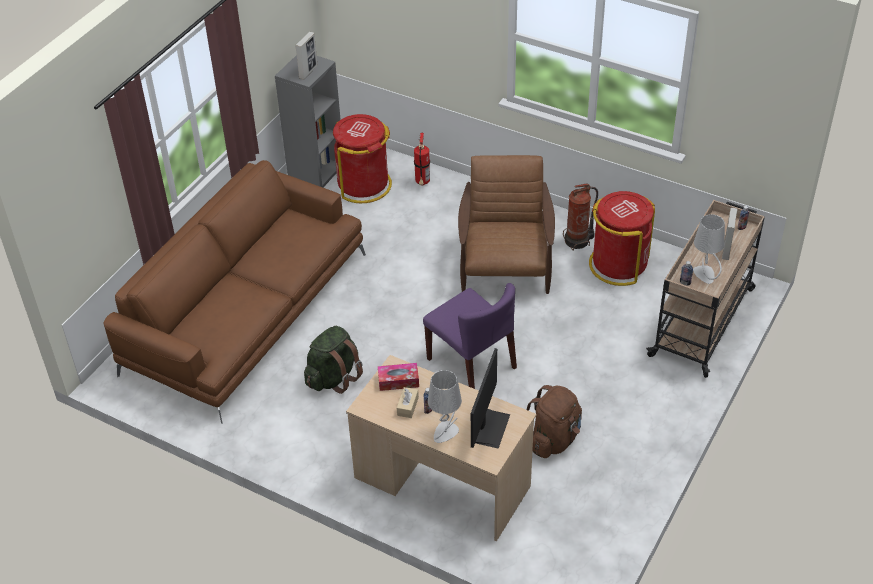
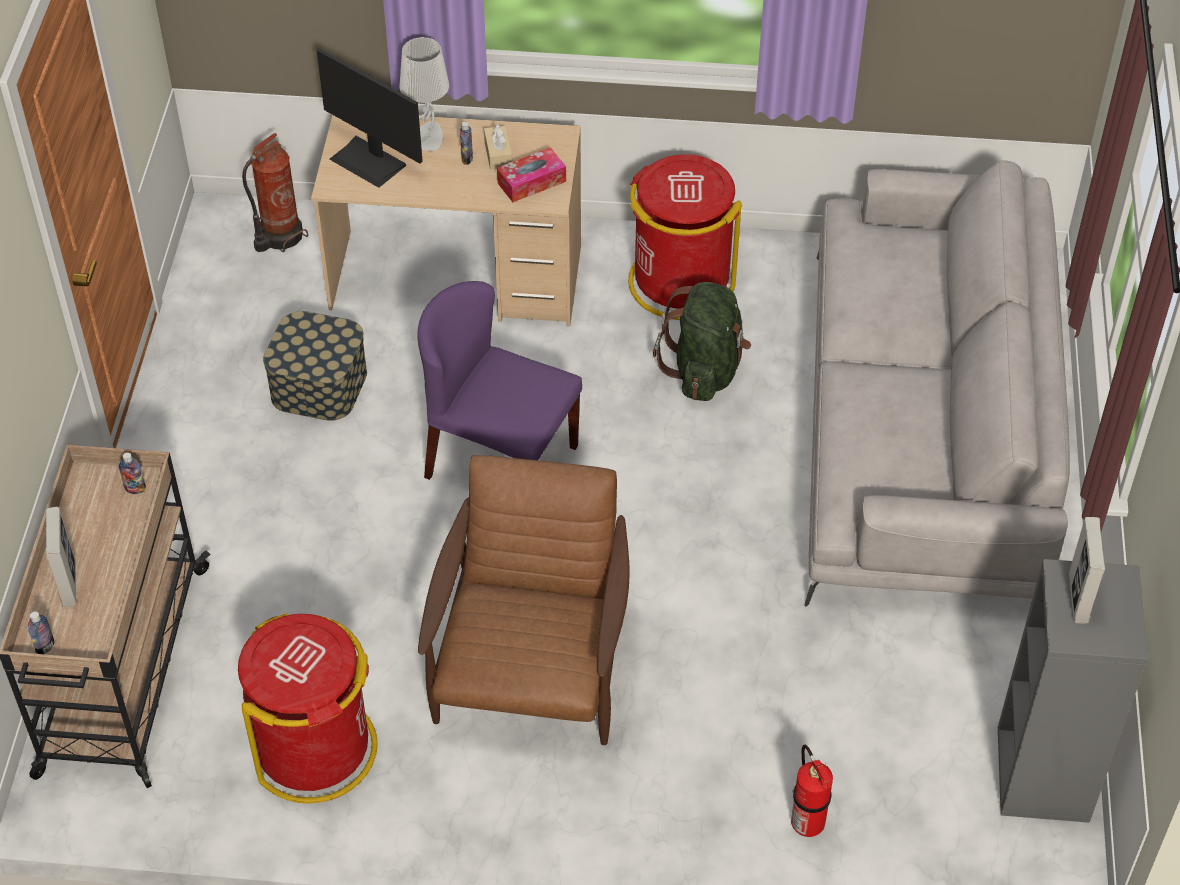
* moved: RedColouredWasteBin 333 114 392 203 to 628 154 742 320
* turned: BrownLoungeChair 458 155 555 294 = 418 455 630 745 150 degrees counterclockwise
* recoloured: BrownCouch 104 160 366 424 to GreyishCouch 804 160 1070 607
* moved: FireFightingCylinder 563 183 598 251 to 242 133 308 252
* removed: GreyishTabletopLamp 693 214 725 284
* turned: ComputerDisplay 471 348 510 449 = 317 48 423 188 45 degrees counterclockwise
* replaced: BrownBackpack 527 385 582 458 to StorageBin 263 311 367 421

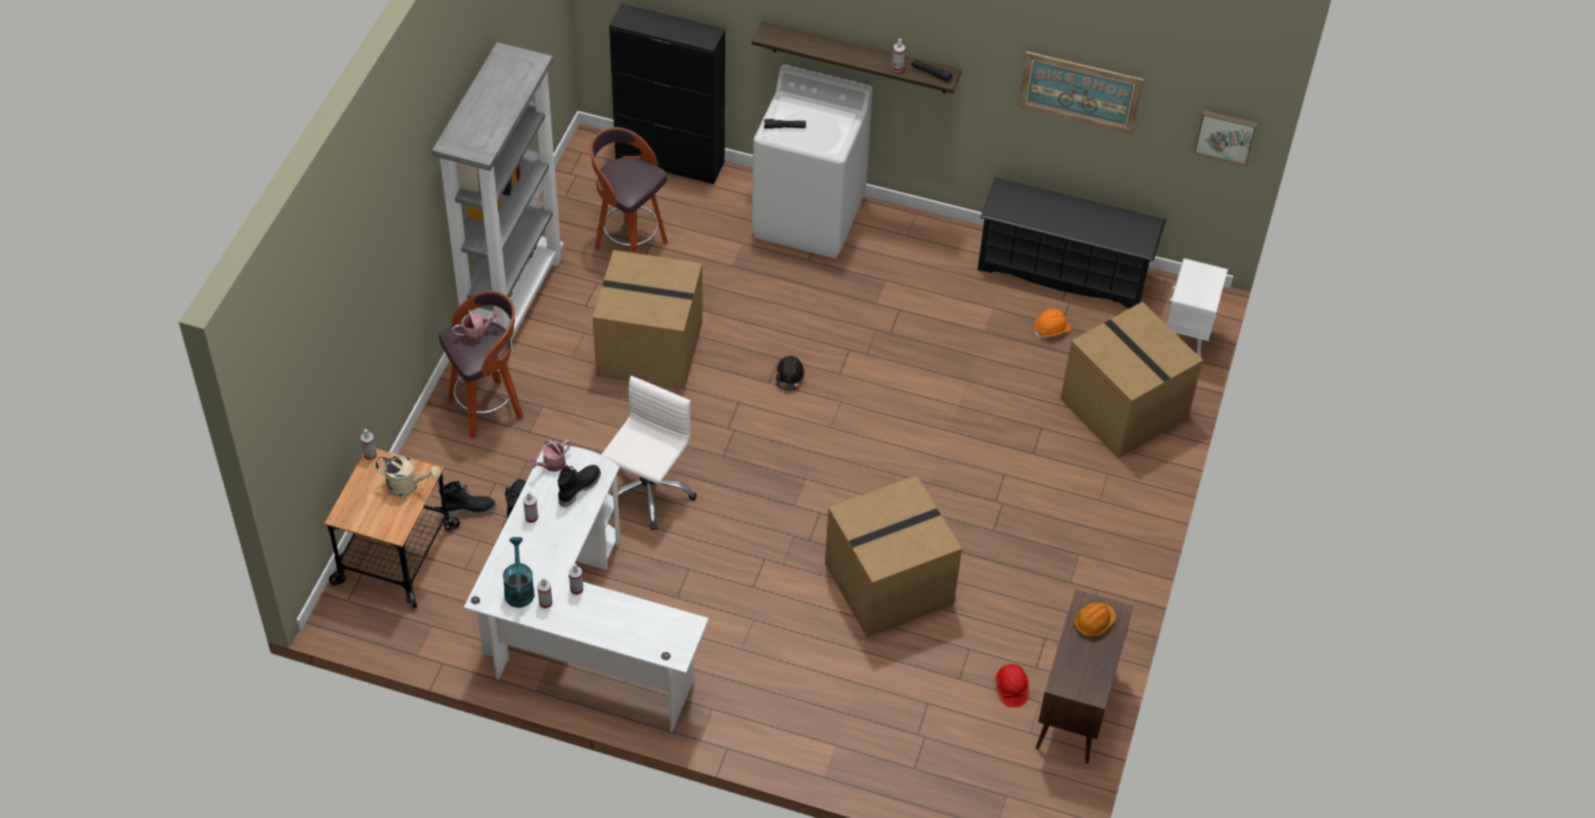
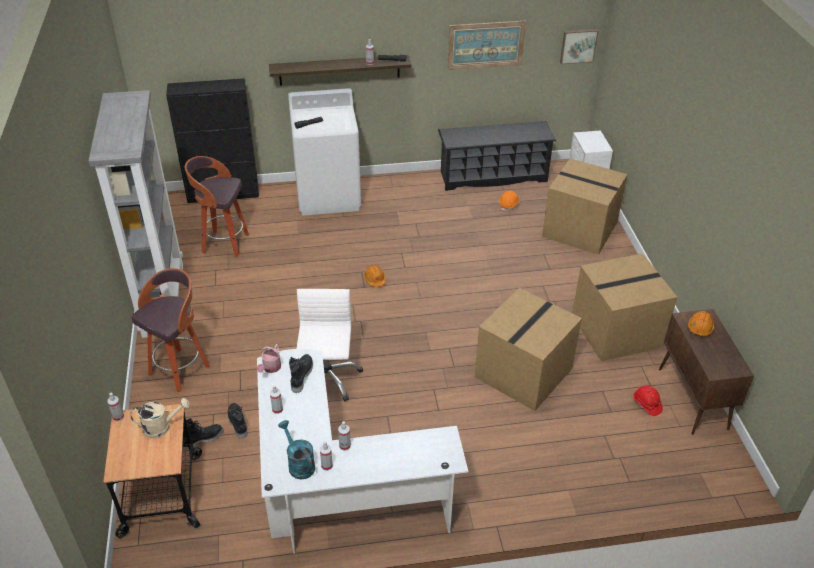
* moved: CardboardBox 593 250 703 390 to 572 253 677 362
* removed: WateringCan 452 310 501 342
* recoloured: BlackSafetyHelmet 775 356 805 391 to OrangeySafetyHelmet 364 265 386 287

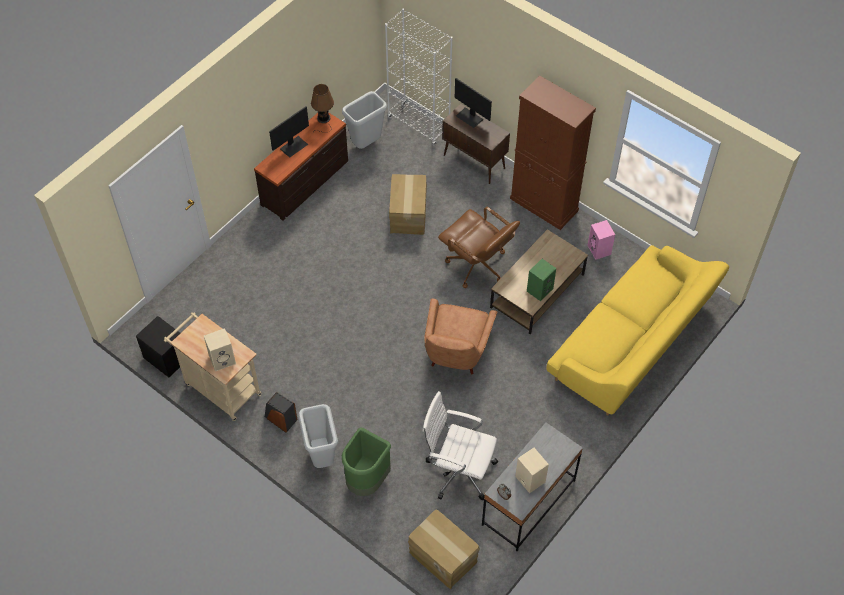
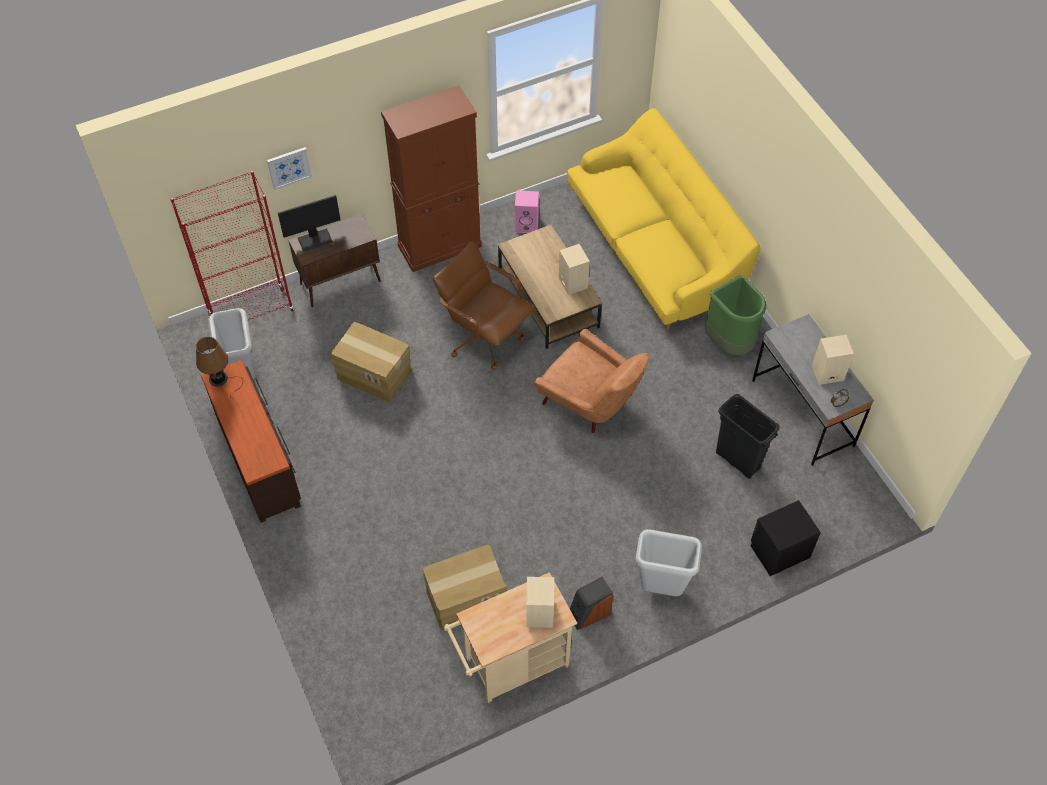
* recoloured: WhiteBookshelf 385 8 453 146 to RedColouredBookshelf 170 171 294 320
* removed: ComputerDisplay 269 106 309 158
* turned: BrownComputerChair 438 207 520 288 = 433 241 534 370 120 degrees counterclockwise
* recoloured: GreenColouredAudioSpeaker 527 259 556 301 to BeigeAudioSpeaker 559 244 590 295
* moved: BlackNightTable 136 316 180 377 to 751 500 821 576
* replaced: WhiteComputerChair 422 391 498 500 to BlackWasteBin 716 394 779 478
* moved: GreenColouredWasteBin 342 428 391 496 to 705 275 766 355
* moved: CardboardBox 408 509 480 589 to 423 545 508 631
* added: Picture 267 147 312 190

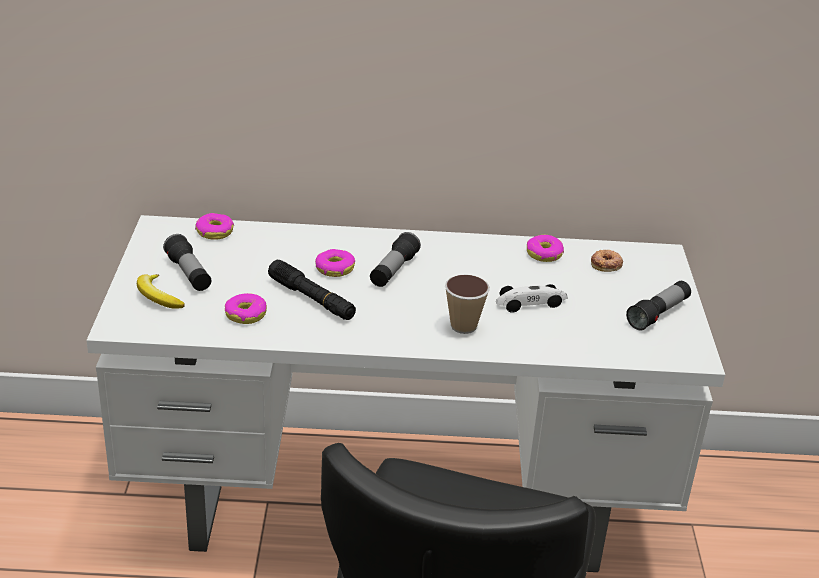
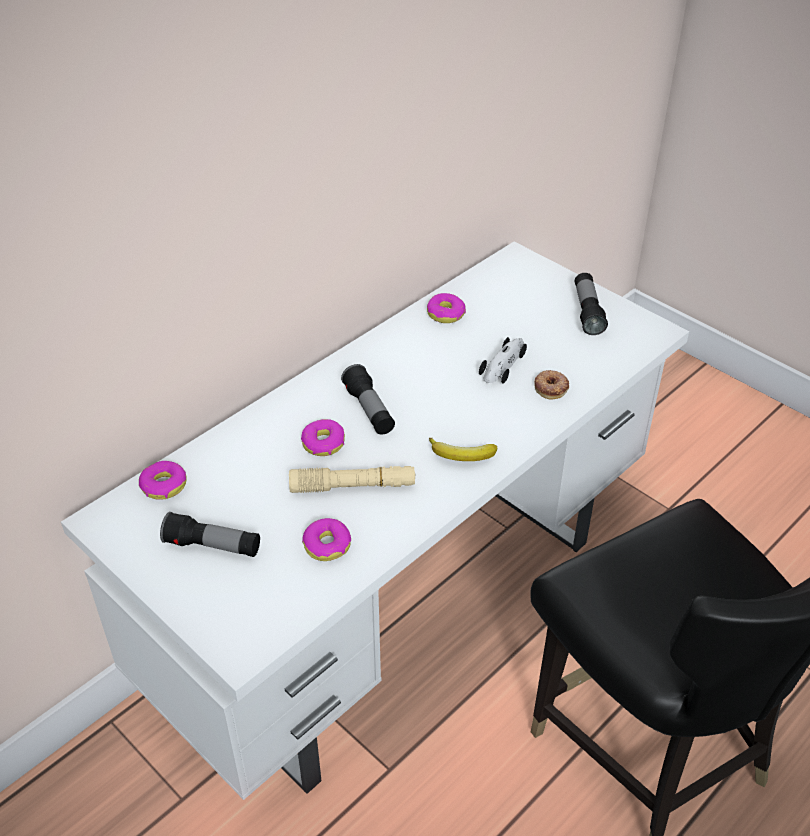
* moved: Donut 591 250 623 272 to 534 370 569 399
* recoloured: BlackTorch 268 260 356 320 to BeigeTorch 289 466 415 493
* moved: BananaFruit 137 274 185 309 to 429 438 497 461
* removed: SmallCup 445 274 490 334

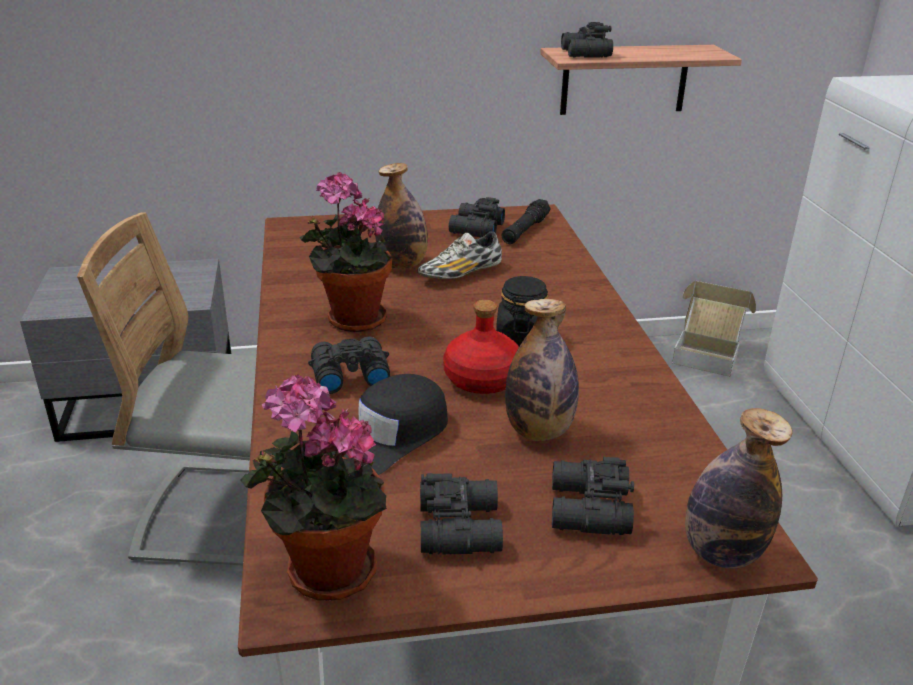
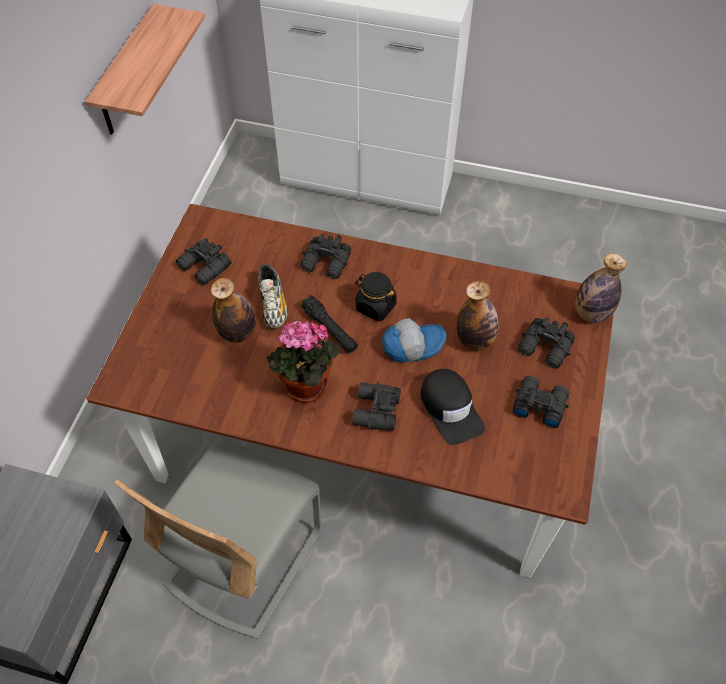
* moved: BlackPairOfBinoculars 561 22 613 58 to 300 234 351 279
* moved: BlackTorch 502 199 551 244 to 301 295 358 354
* removed: CardboardBox 672 281 756 377
* replaced: RedColouredBeverageBottle 443 300 519 394 to BaseballCap 382 318 447 362
* removed: Houseplant 240 374 387 601

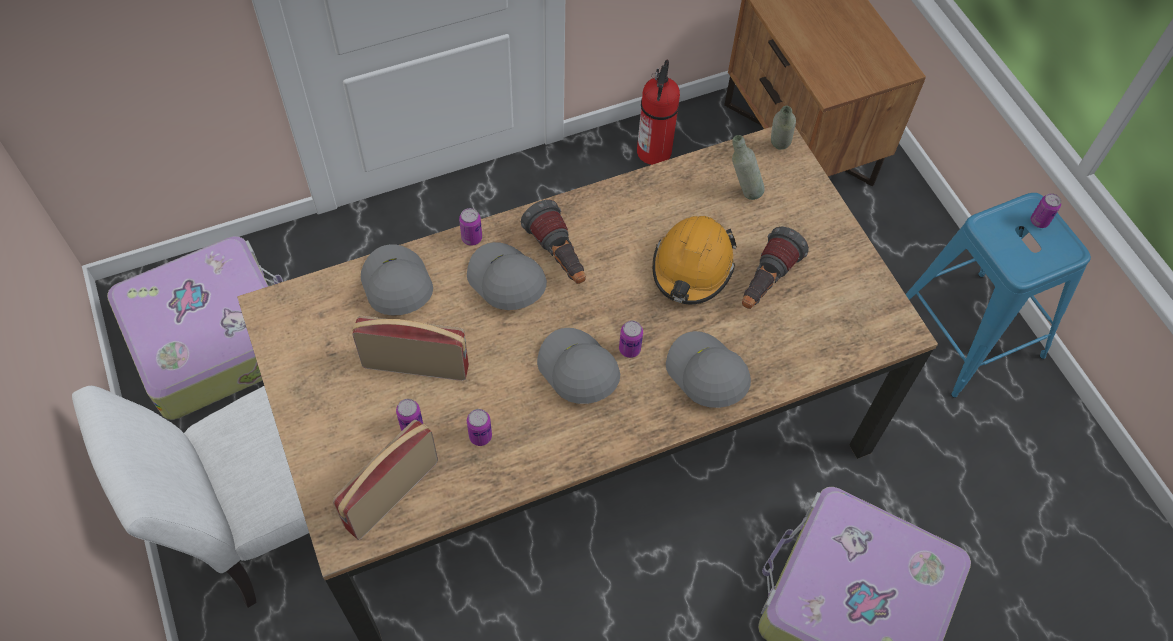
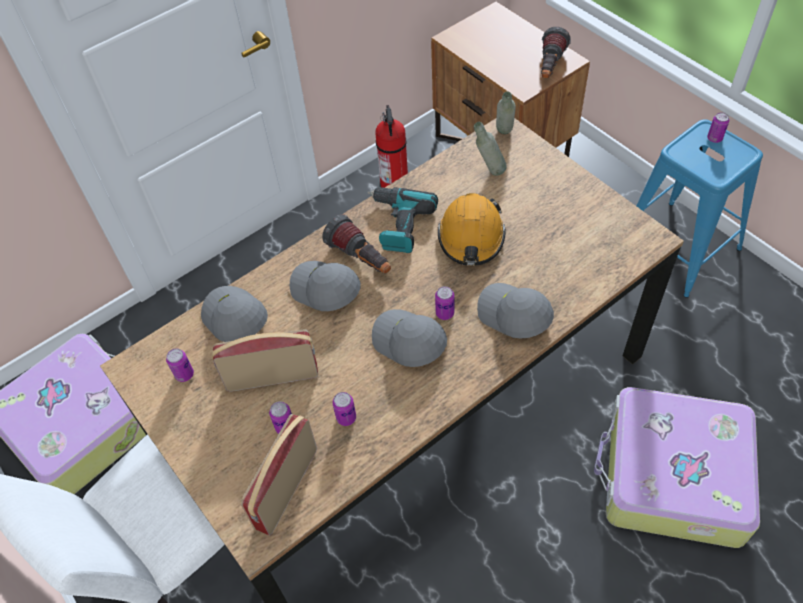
* moved: Can 459 208 482 246 to 166 348 194 382
* moved: Torch 742 226 809 309 to 541 27 571 78
* added: Drill 367 187 438 253

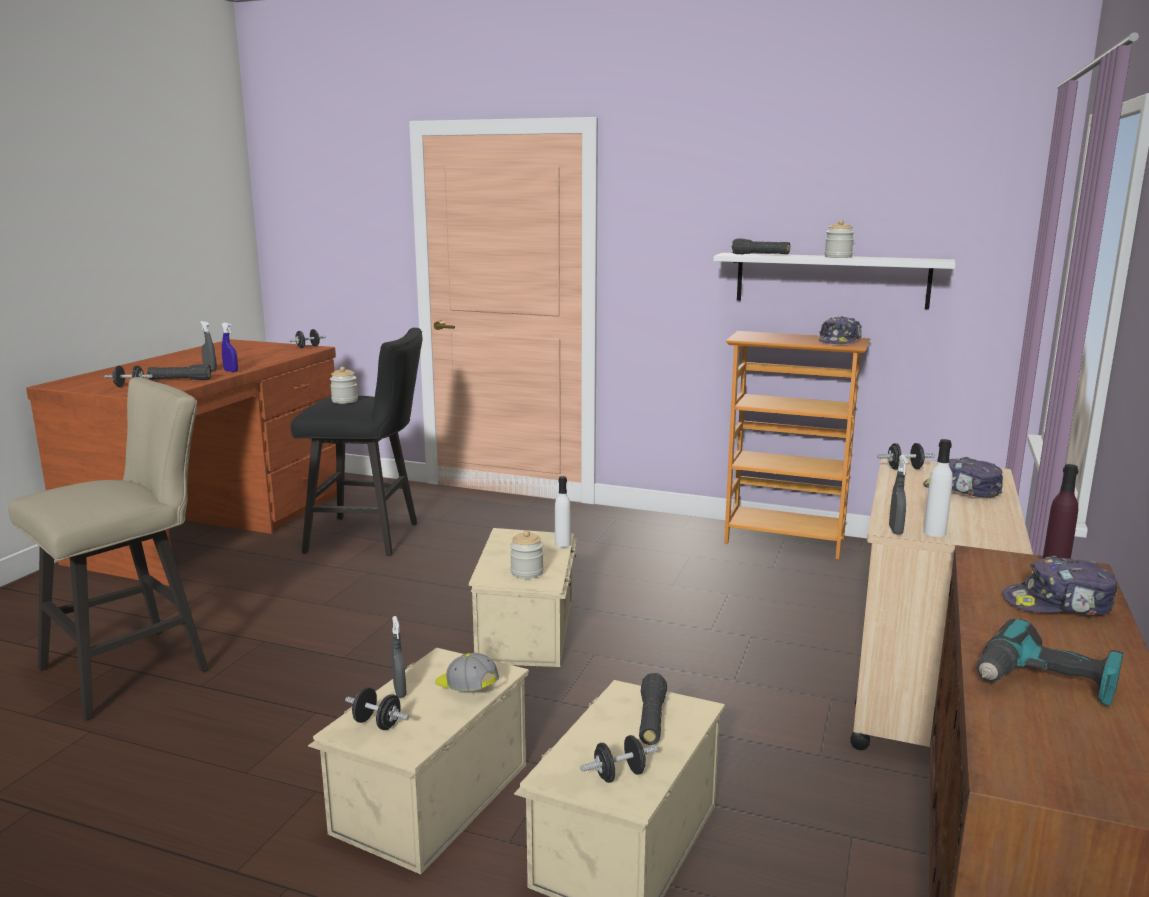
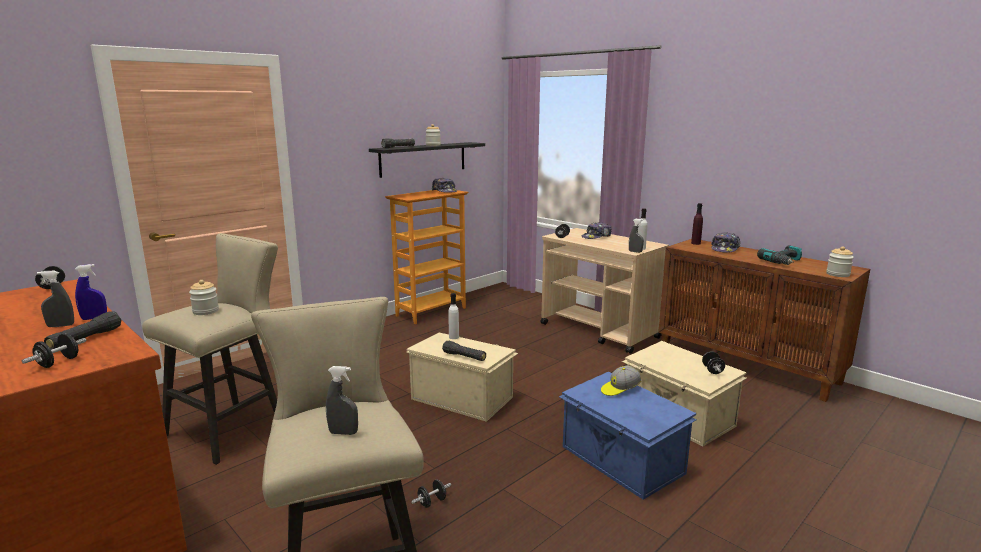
* recoloured: WhiteWallShelf 713 253 956 309 to BlackWallShelf 369 142 485 178
* recoloured: BlackSittingStool 291 328 422 556 to BeigeSittingStool 142 233 278 465
* moved: Jar 510 530 544 579 to 826 246 854 277
* moved: GreyishSprayer 392 616 406 698 to 326 366 358 435
* recoloured: BeigeStorageBin 308 648 529 874 to BlueColouredStorageBin 559 372 696 500
* moved: BlackTorch 639 673 667 745 to 442 341 486 361
* moved: BlackDumbbell 345 687 410 730 to 411 479 451 508

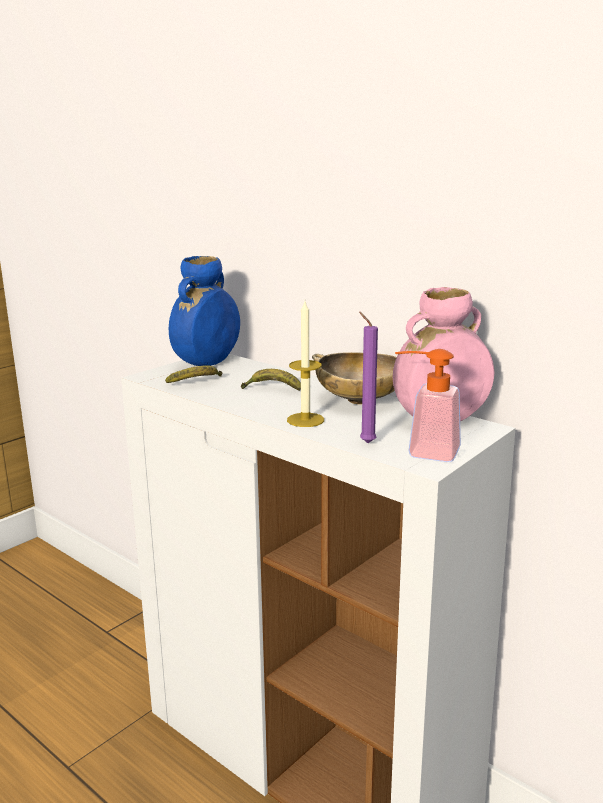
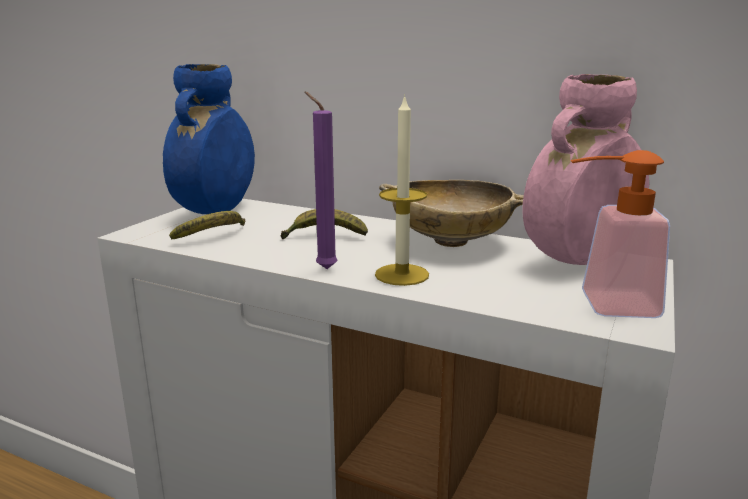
* moved: PurplishWaxCandle 359 312 378 443 to 304 91 338 269

